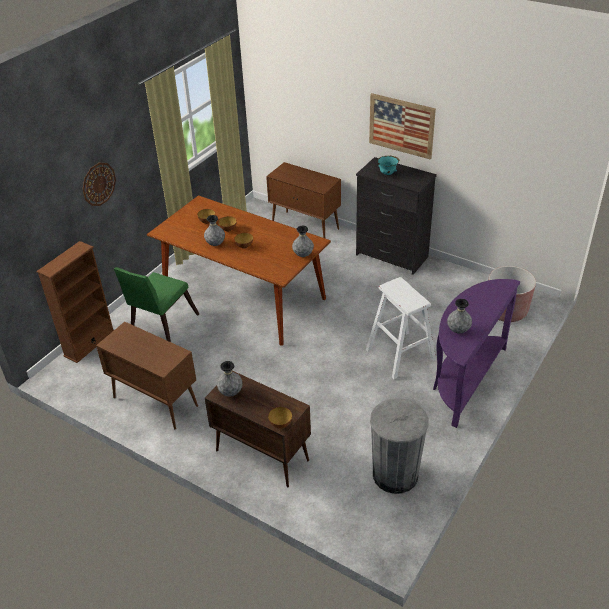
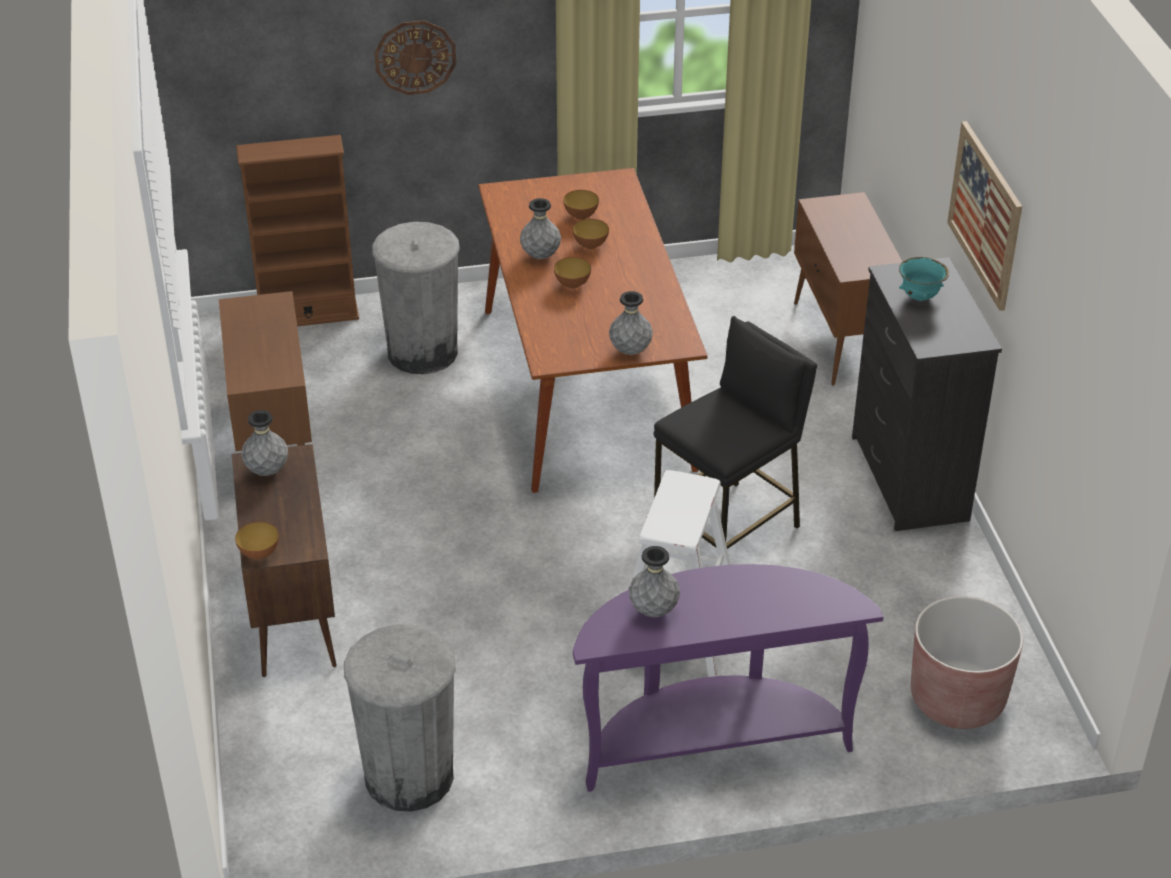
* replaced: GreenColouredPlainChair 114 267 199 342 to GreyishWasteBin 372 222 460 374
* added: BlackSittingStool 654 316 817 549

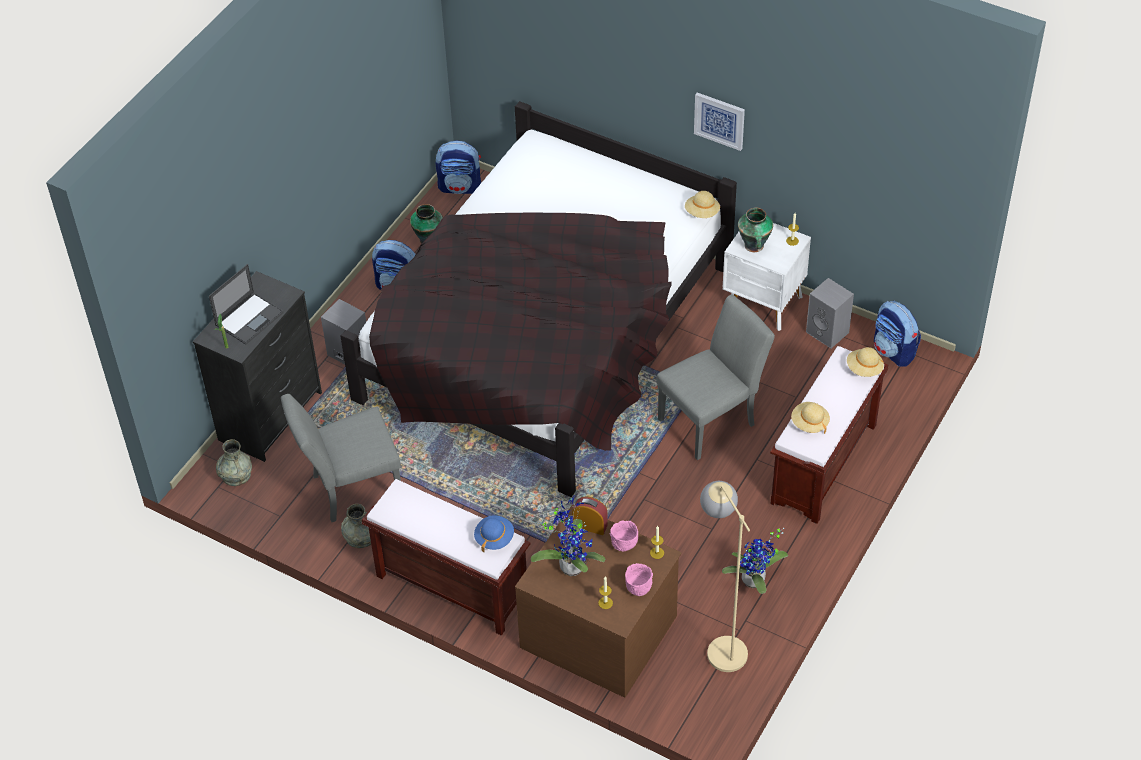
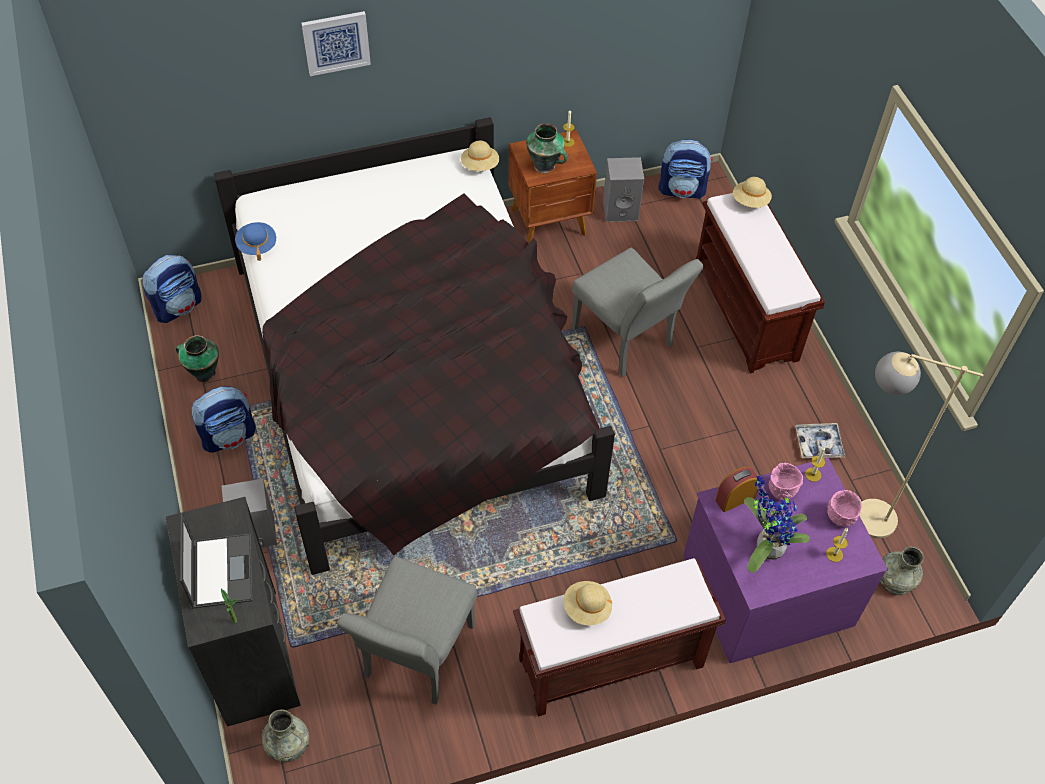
* moved: Picture 694 92 745 151 to 302 11 371 76
* recoloured: WhiteNightTable 723 223 811 331 to BrownNightTable 509 130 597 243
* turned: GreyishPlainChair 656 294 775 460 = 572 248 704 377 135 degrees clockwise
* moved: BeigeClothingHat 791 402 830 434 to 564 581 612 625
* moved: GreyishDecorativeVase 341 504 371 548 to 880 547 924 595
* recoloured: BrownDrawerChest 515 504 682 698 to PurplishDrawerChest 683 457 888 663
* moved: BlueColouredClothingHat 474 516 514 552 to 235 222 276 261
* replaced: Houseplant 722 528 788 594 to Tray 795 423 845 458

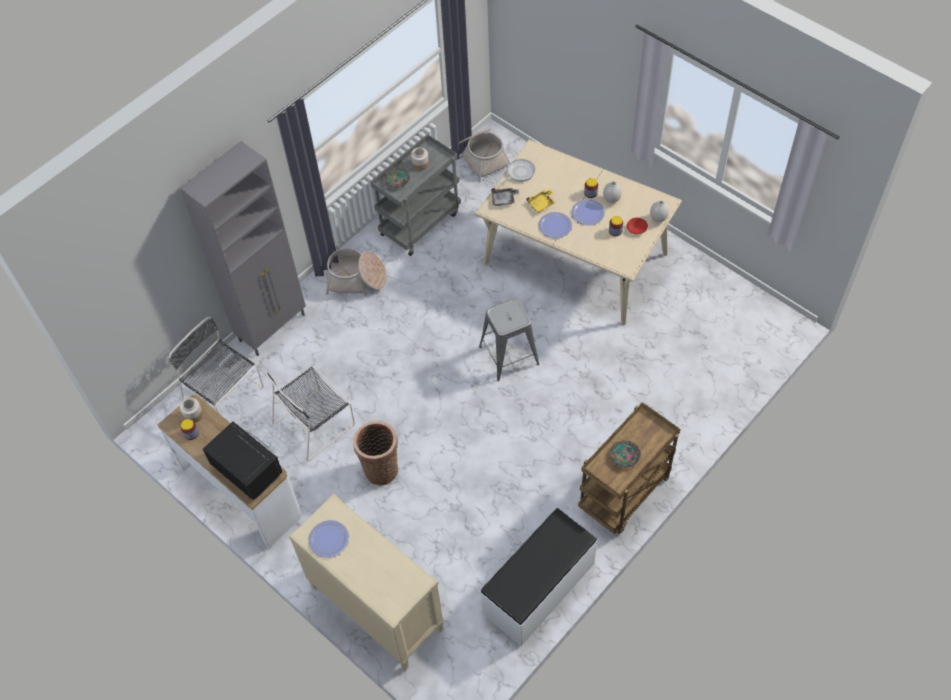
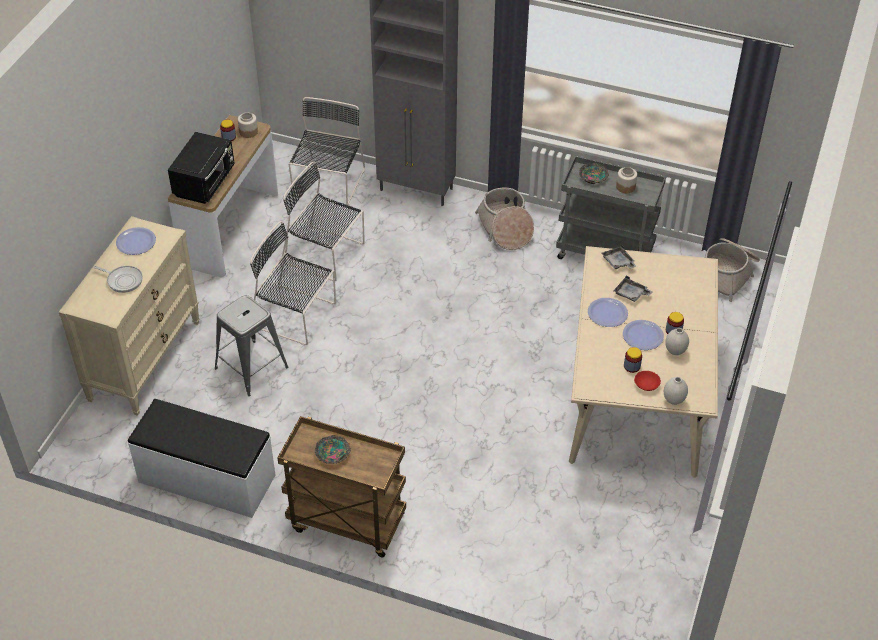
* moved: Skillet 500 159 535 186 to 93 266 143 293
* recoloured: YellowTray 526 189 555 213 to GreyishTray 613 276 653 302
* moved: GreyishSittingStool 479 299 539 381 to 215 295 288 396
* replaced: HouseholdBasket 353 421 398 485 to BlackPlainChair 250 221 336 345

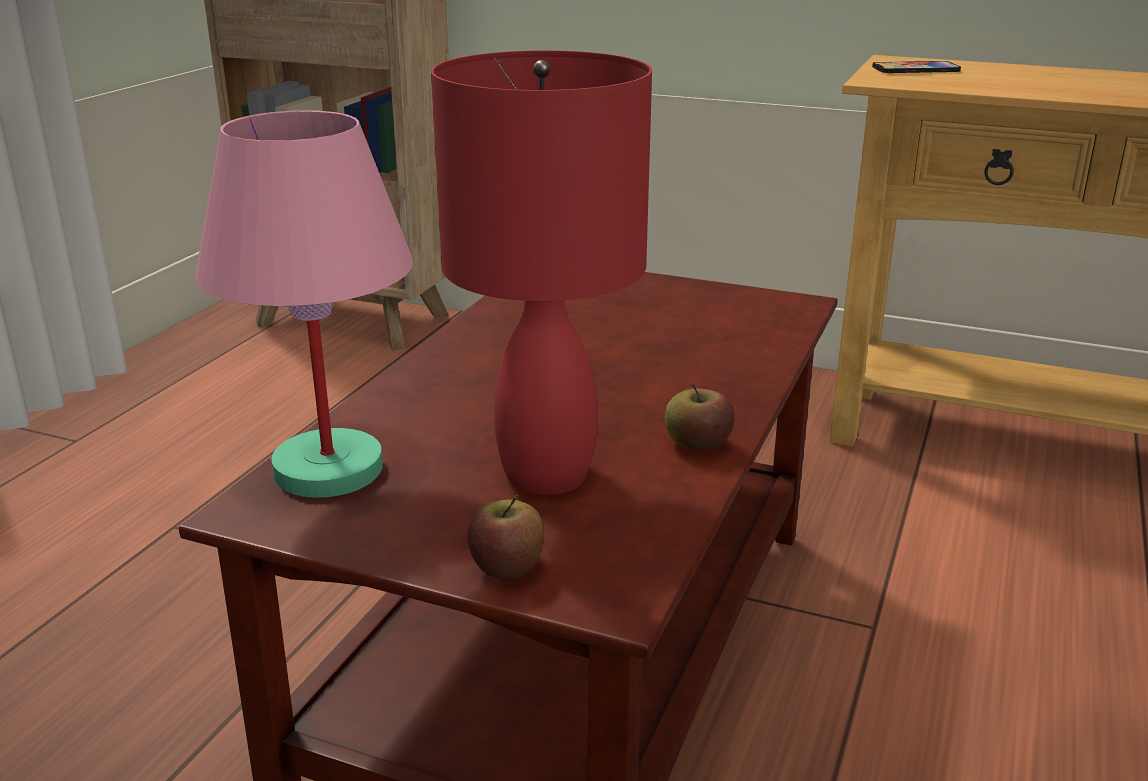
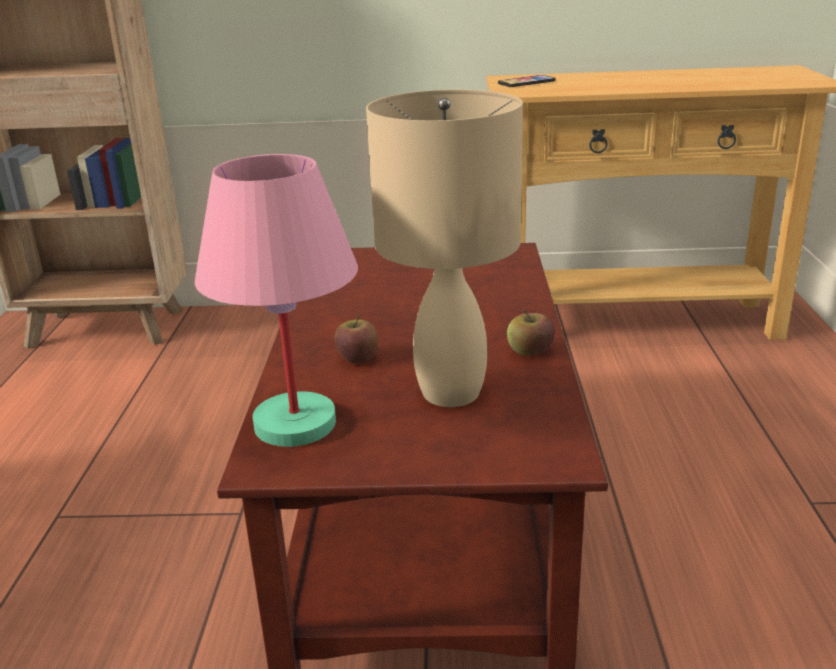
* recoloured: RedColouredTabletopLamp 431 50 652 495 to BeigeTabletopLamp 366 90 523 407
* moved: AppleFruit 467 495 544 579 to 335 314 378 364

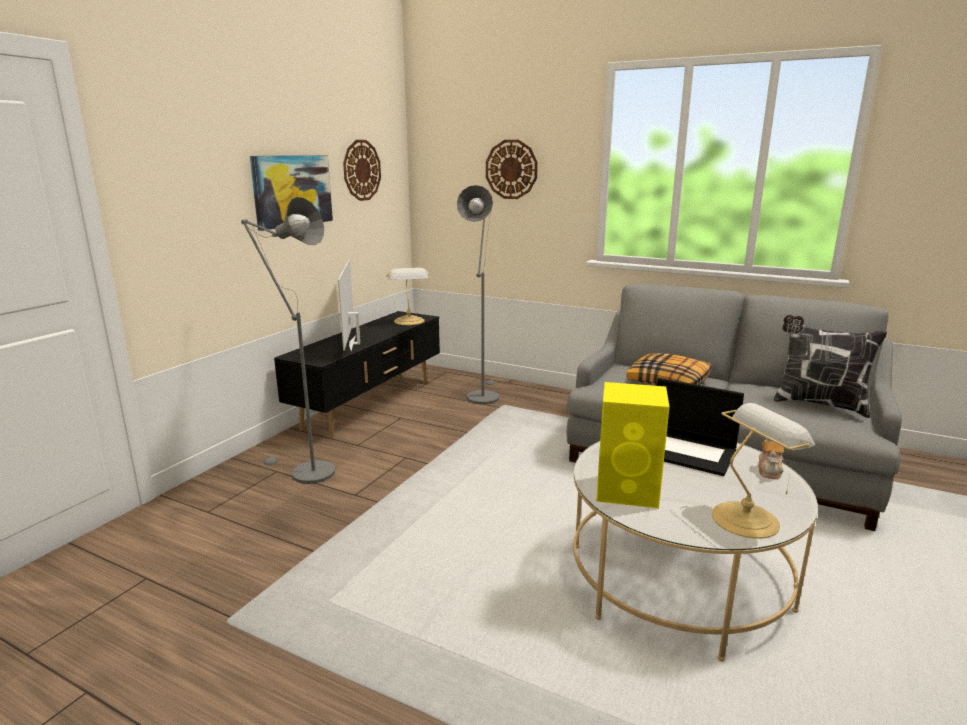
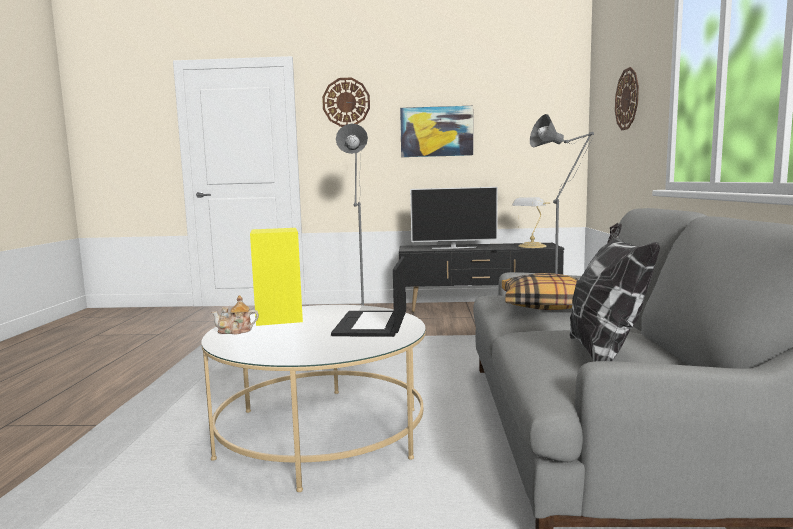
* moved: WallClock 343 140 381 201 to 322 77 370 127
* turned: TvSet 338 260 360 351 = 410 187 498 249 150 degrees counterclockwise
* removed: TabletopLamp 712 403 815 539
* moved: Teapot 758 439 784 479 to 211 295 259 334

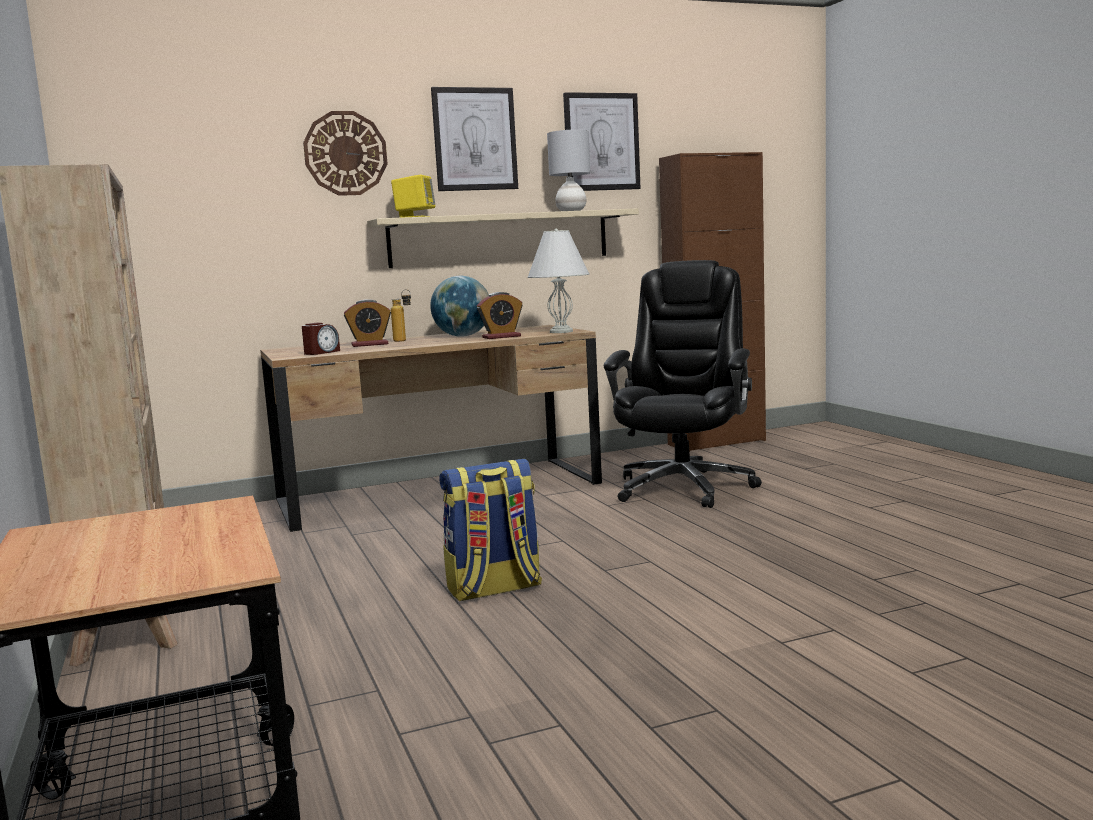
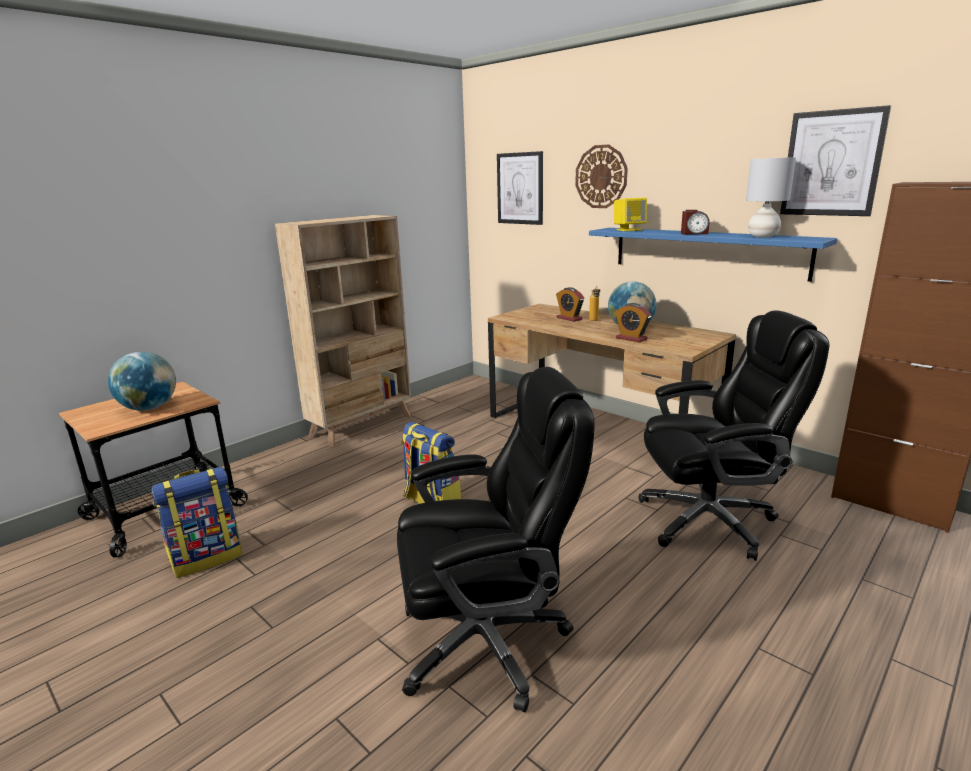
* moved: Picture 431 87 518 191 to 497 151 543 225
* recoloured: BeigeWallShelf 367 208 639 268 to BlueColouredWallShelf 589 228 837 282
* removed: WhiteTabletopLamp 528 229 590 333
* moved: BedsideClock 302 323 340 355 to 681 210 709 234
* added: Globe 108 352 176 411
* added: BlackComputerChair 397 367 595 712
* added: Backpack 152 467 242 578

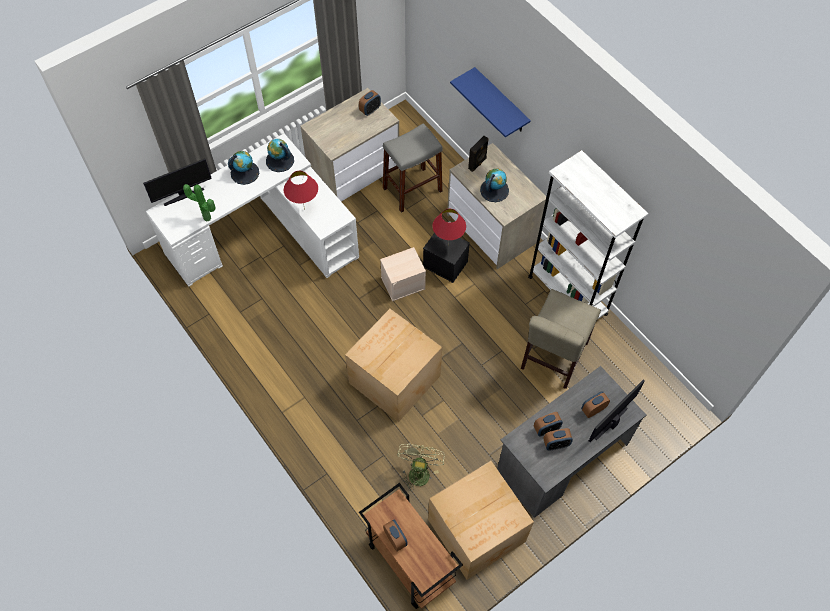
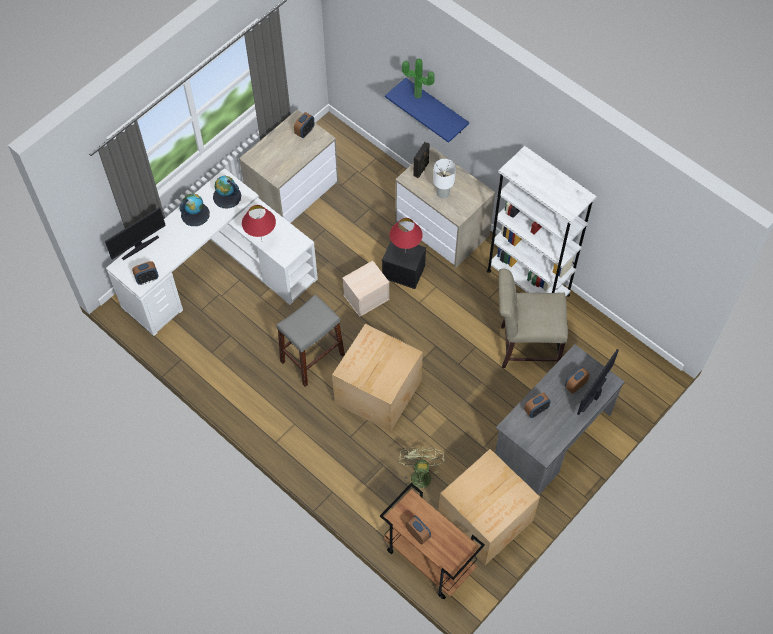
* moved: GreyishSittingStool 383 123 443 213 to 276 294 345 387
* replaced: Globe 480 168 509 202 to WhiteTabletopLamp 433 159 456 199
* moved: Houseplant 183 184 216 222 to 402 59 435 98
* turned: BeigePlainChair 521 289 601 389 = 499 269 568 368 75 degrees clockwise
* moved: BedsideClock 543 428 573 451 to 132 261 158 285

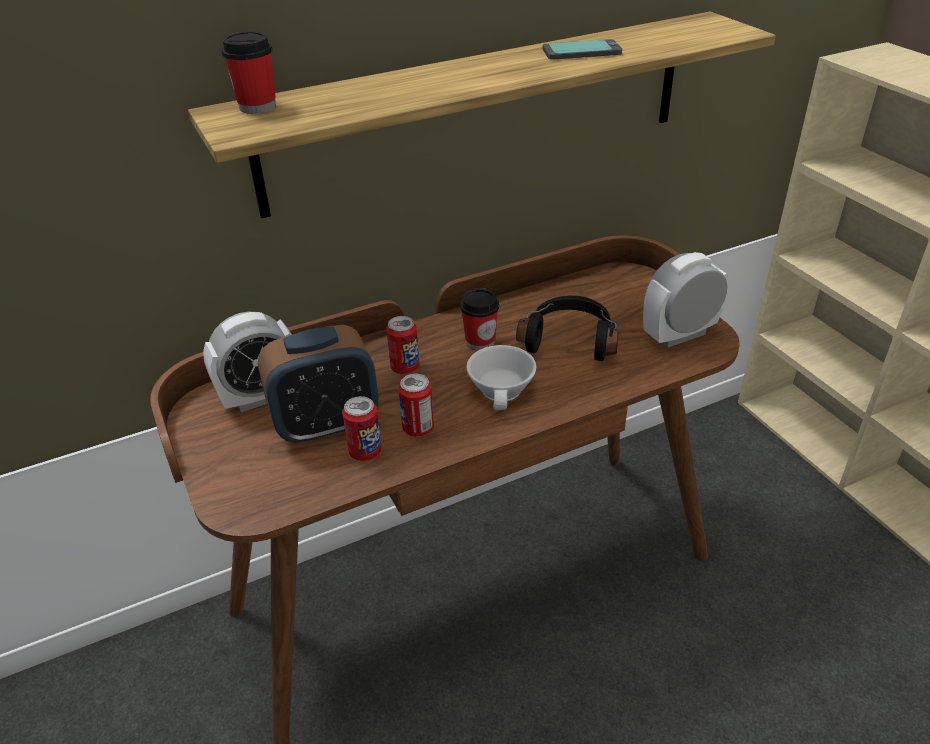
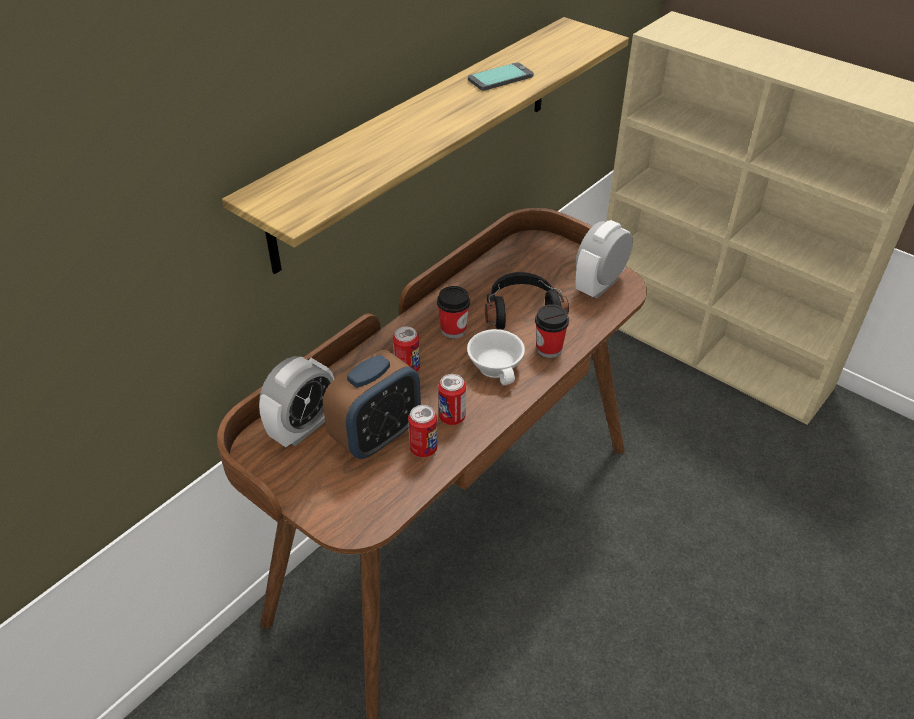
* moved: SmallCup 221 31 276 114 to 535 304 569 358

